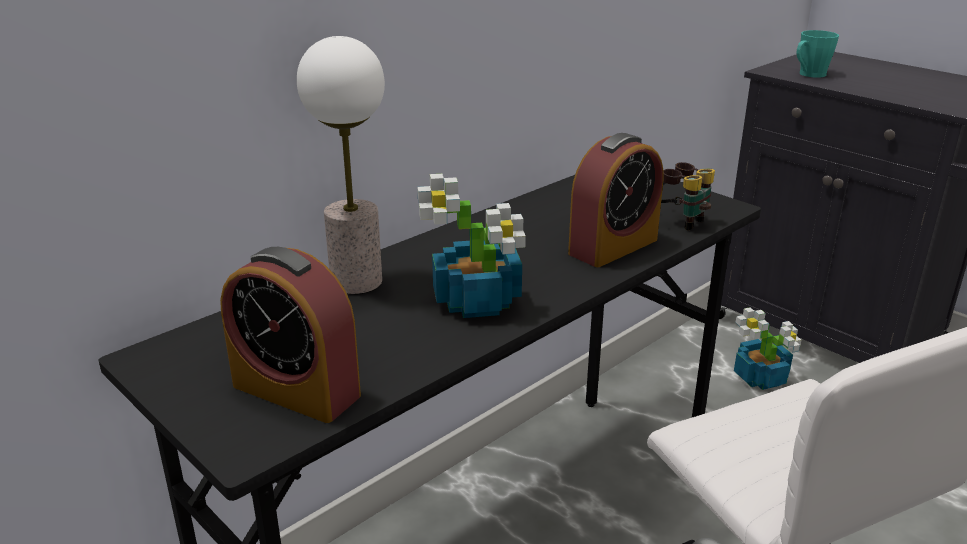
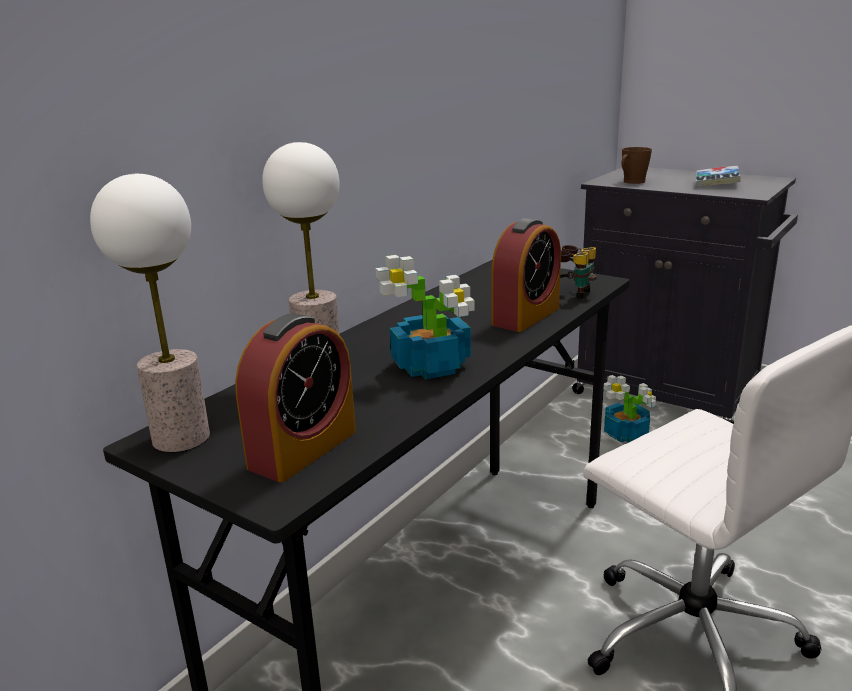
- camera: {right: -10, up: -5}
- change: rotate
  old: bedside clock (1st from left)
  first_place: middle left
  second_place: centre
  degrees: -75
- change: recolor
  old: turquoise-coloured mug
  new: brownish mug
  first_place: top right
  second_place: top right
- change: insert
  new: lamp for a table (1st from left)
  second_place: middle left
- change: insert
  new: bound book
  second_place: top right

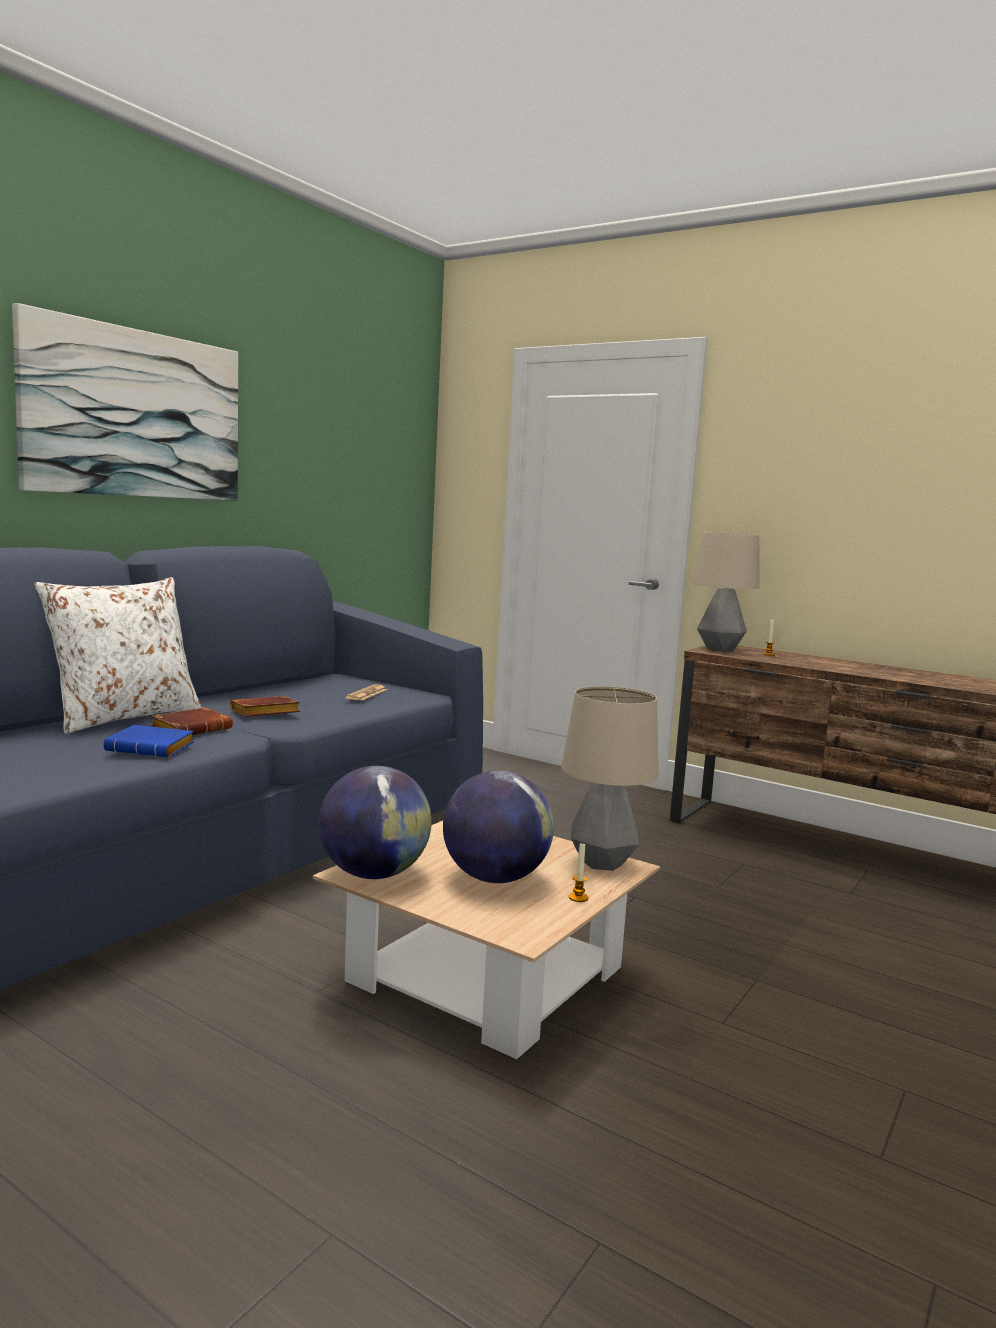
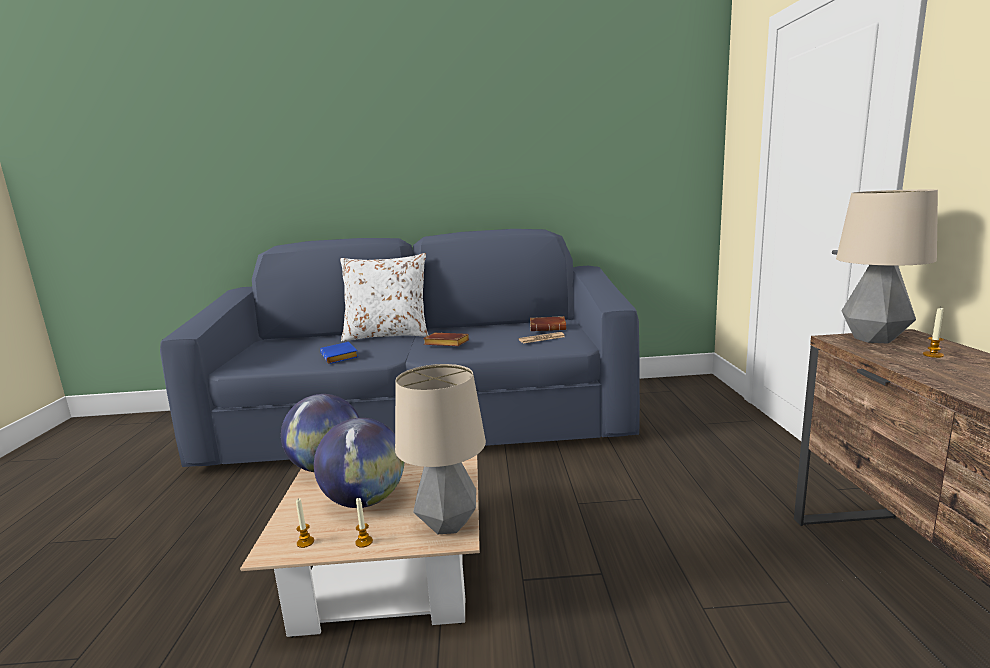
- camera: {right: 55, up: 5}
- change: delete
  old: picture
  first_place: top left
- change: move
  old: brownish bound book (1st from left in the first image)
  new: brownish bound book (2nd from left)
  first_place: middle left
  second_place: centre
- change: insert
  new: wax candle (1st from left)
  second_place: bottom left

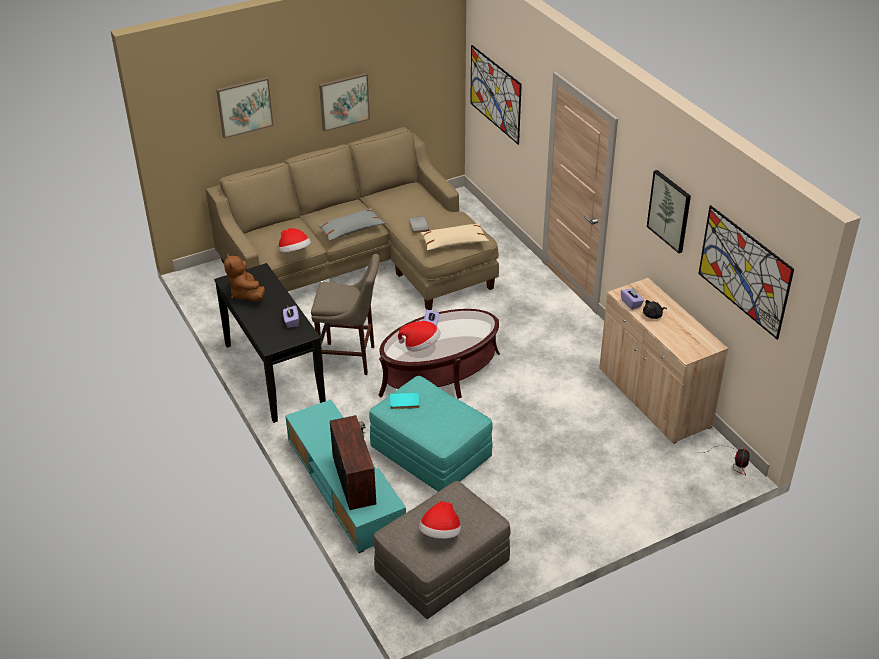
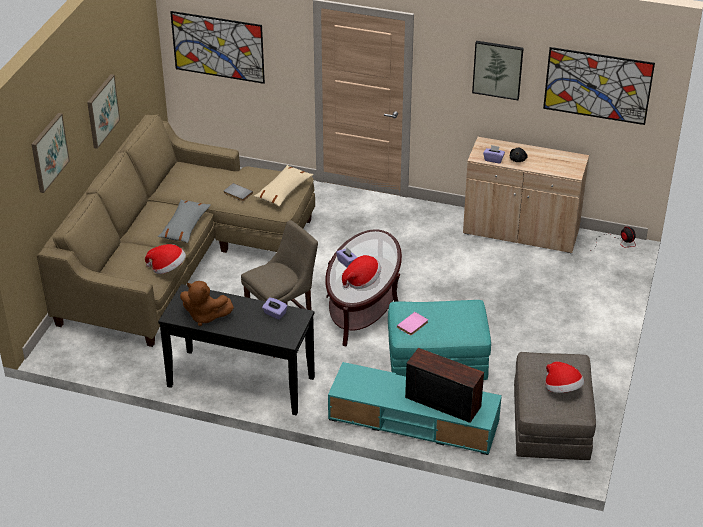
- camera: {right: -45, up: 0}
- change: recolor
  old: turquoise-coloured bound book
  new: pink-coloured bound book
  first_place: centre
  second_place: centre

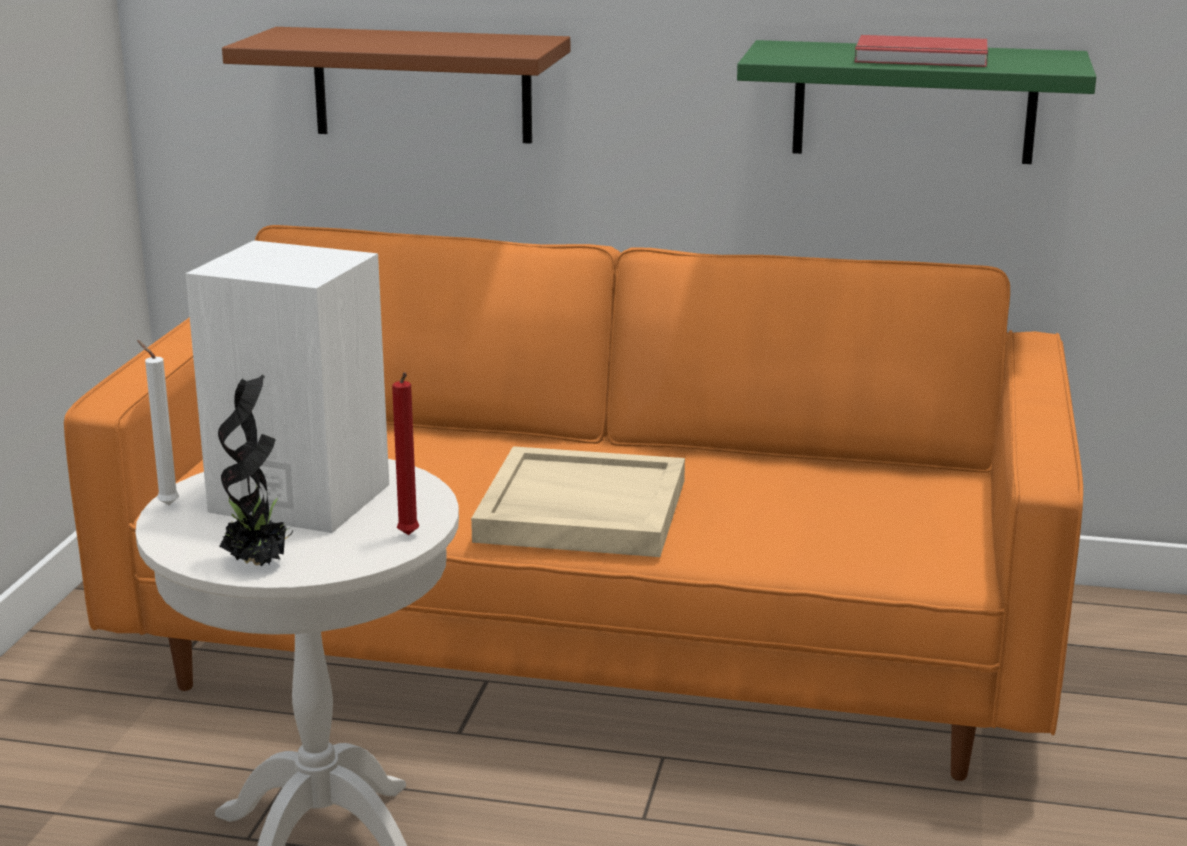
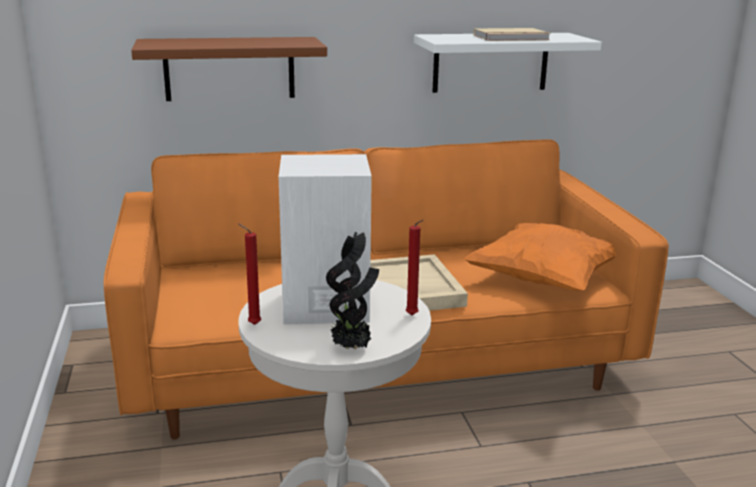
- camera: {right: -25, up: 0}
- change: recolor
  old: white-coloured wax candle
  new: reddish wax candle (1st from left)
  first_place: middle left
  second_place: middle left
- change: recolor
  old: green-coloured bracket shelf
  new: white-coloured bracket shelf
  first_place: top right
  second_place: top right
- change: recolor
  old: reddish bound book
  new: sand-coloured bound book
  first_place: top right
  second_place: top right
- change: insert
  new: orange-coloured pillow
  second_place: middle right

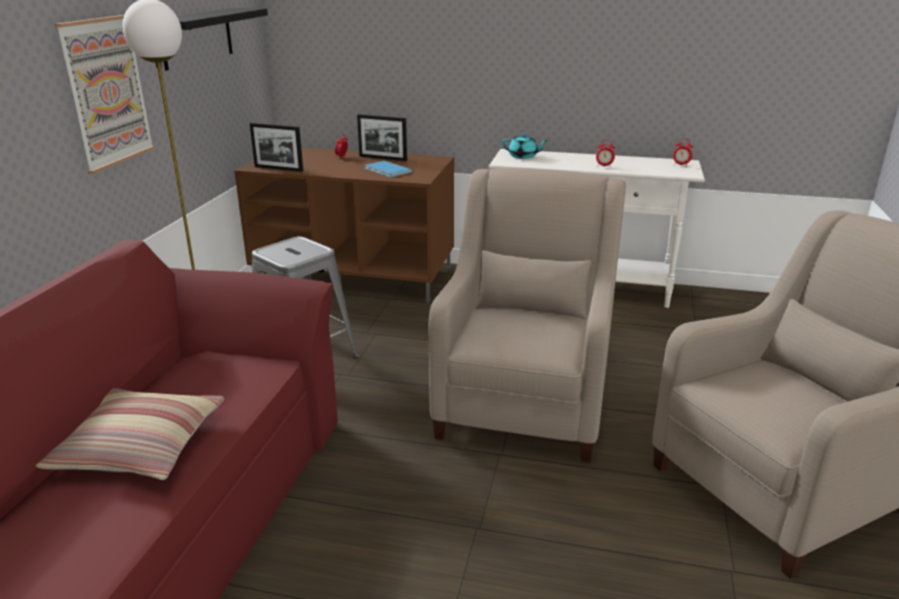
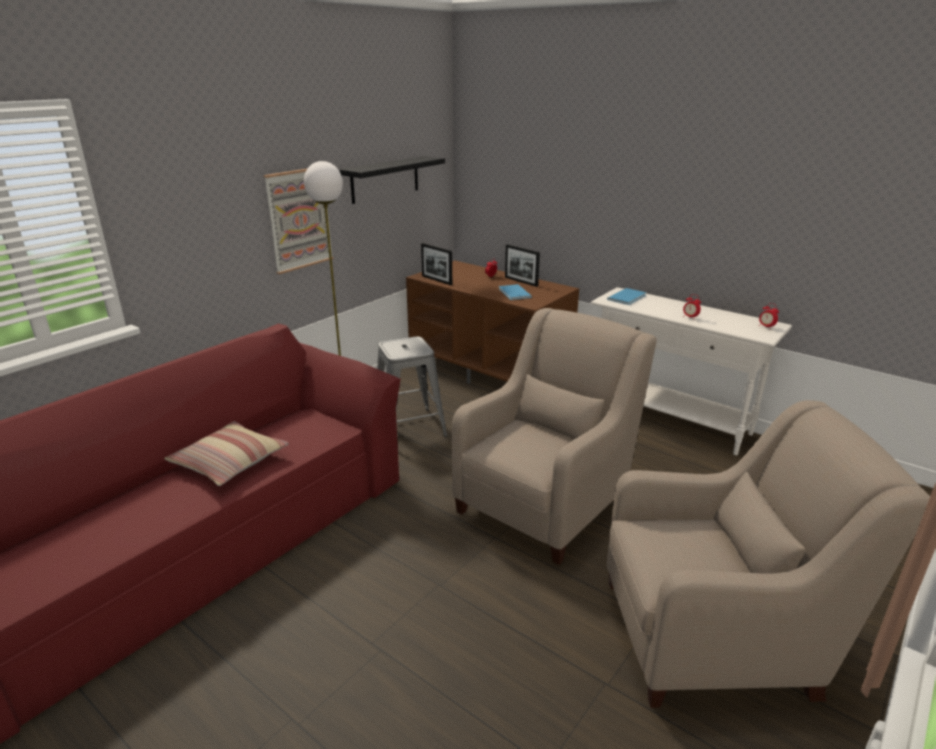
- camera: {right: 25, up: 0}
- change: replace
  old: turquoise-coloured pot for tea
  new: blue bound book (2nd from left)
  first_place: top centre
  second_place: middle right

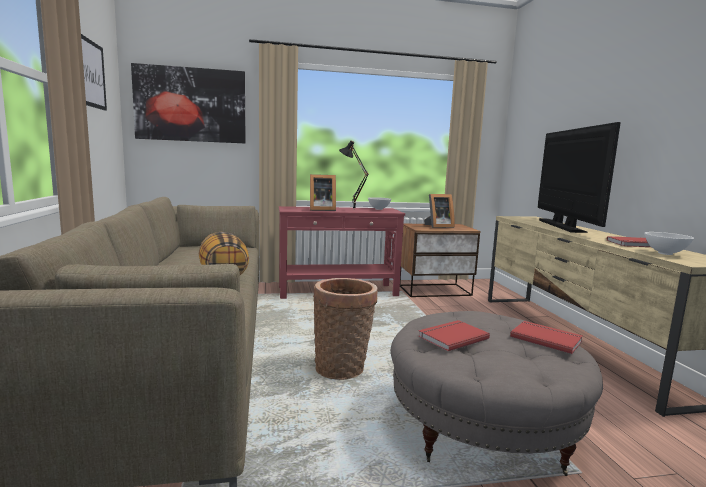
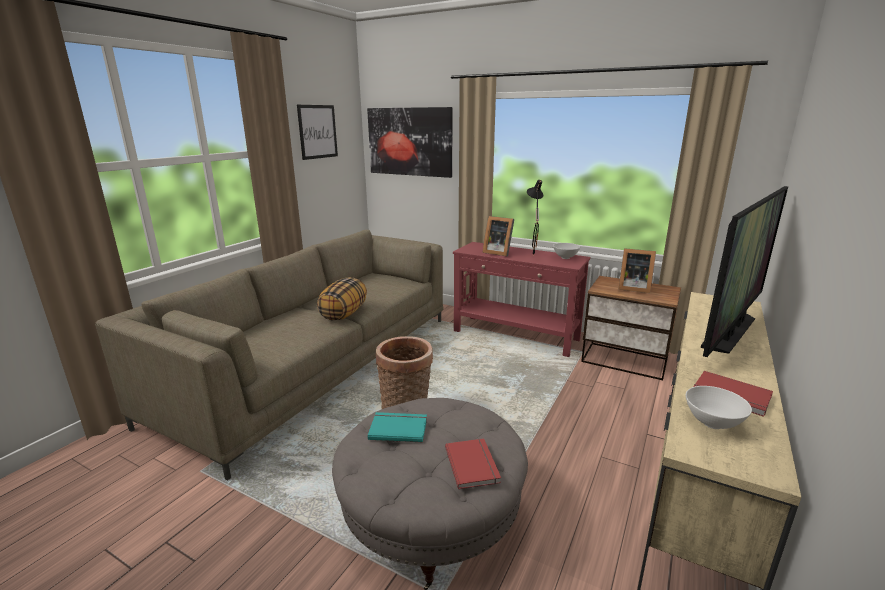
- camera: {right: 40, up: 10}
- change: recolor
  old: reddish bound book (1st from left)
  new: turquoise-coloured bound book
  first_place: bottom centre
  second_place: bottom centre

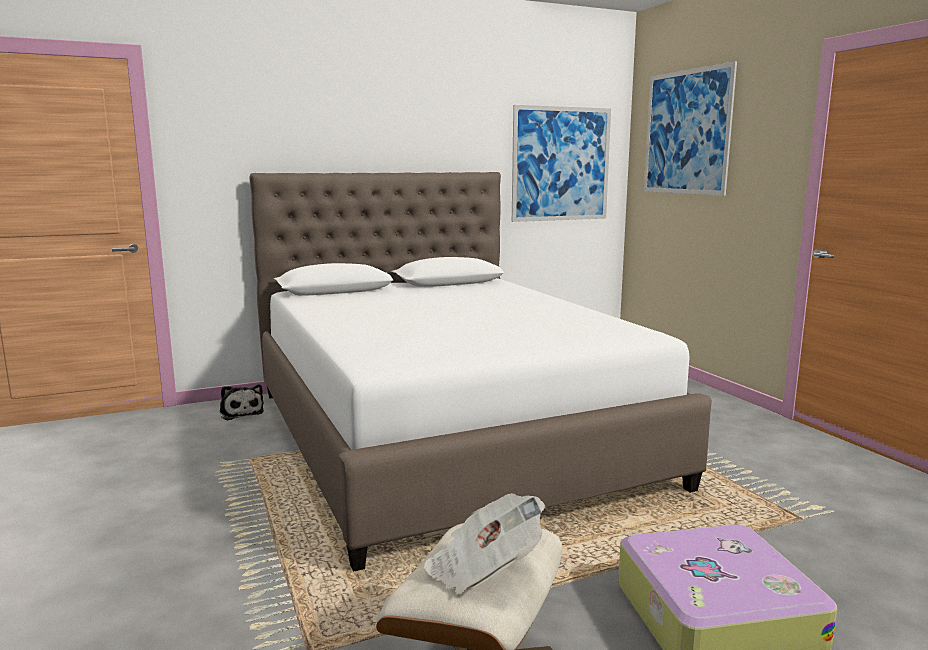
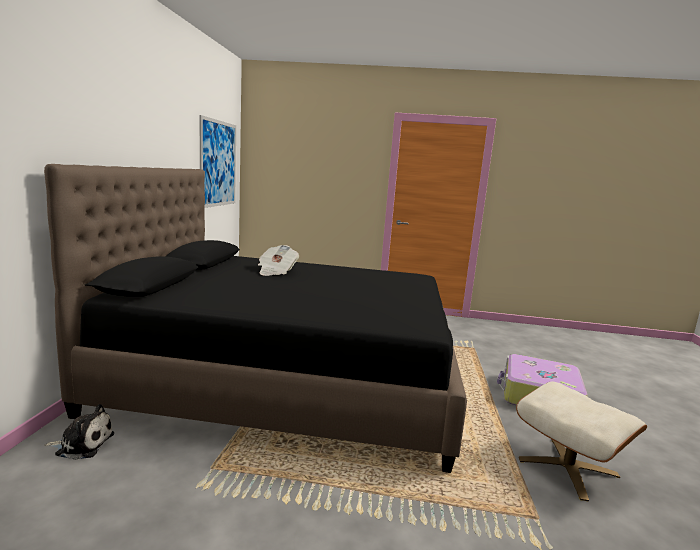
- camera: {right: -60, up: 0}
- change: recolor
  old: white-coloured sleeping bed
  new: black sleeping bed
  first_place: centre
  second_place: centre
- change: move
  old: printed paper
  first_place: bottom centre
  second_place: centre
- change: delete
  old: picture (2nd from left)
  first_place: top right

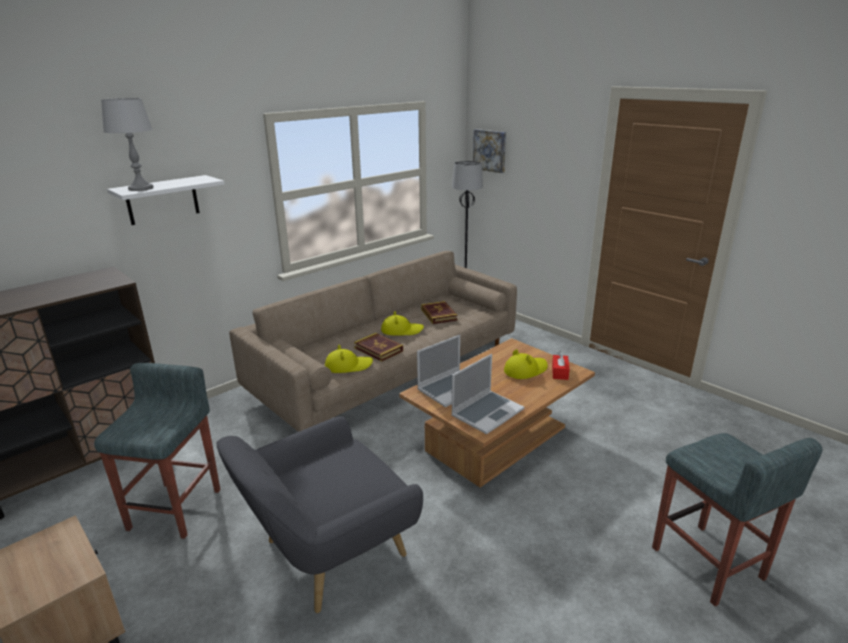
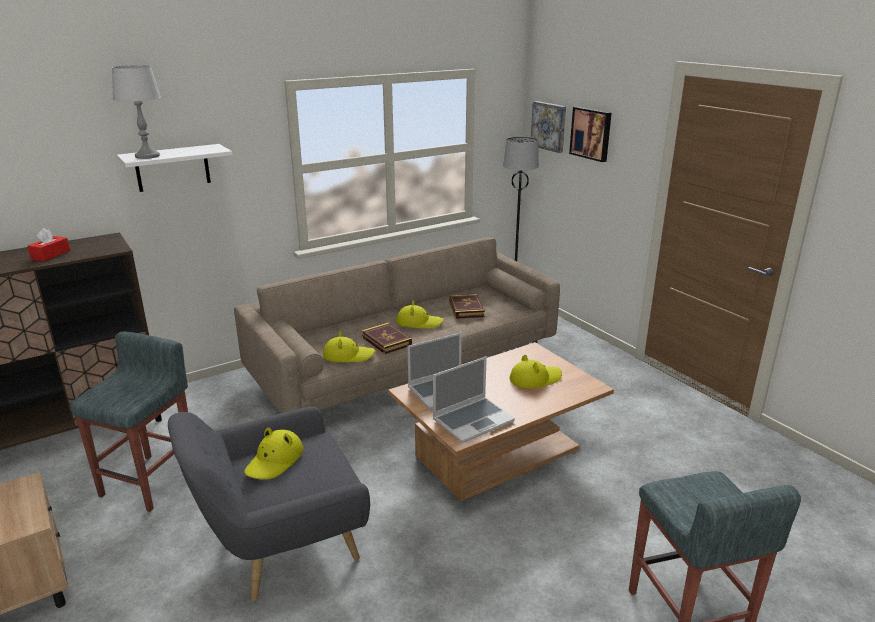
- camera: {right: 10, up: 0}
- change: move
  old: reddish tissue box
  first_place: centre
  second_place: middle left
- change: insert
  new: yellowish wearable hat (1st from left)
  second_place: bottom left
- change: insert
  new: picture (2nd from left)
  second_place: top right

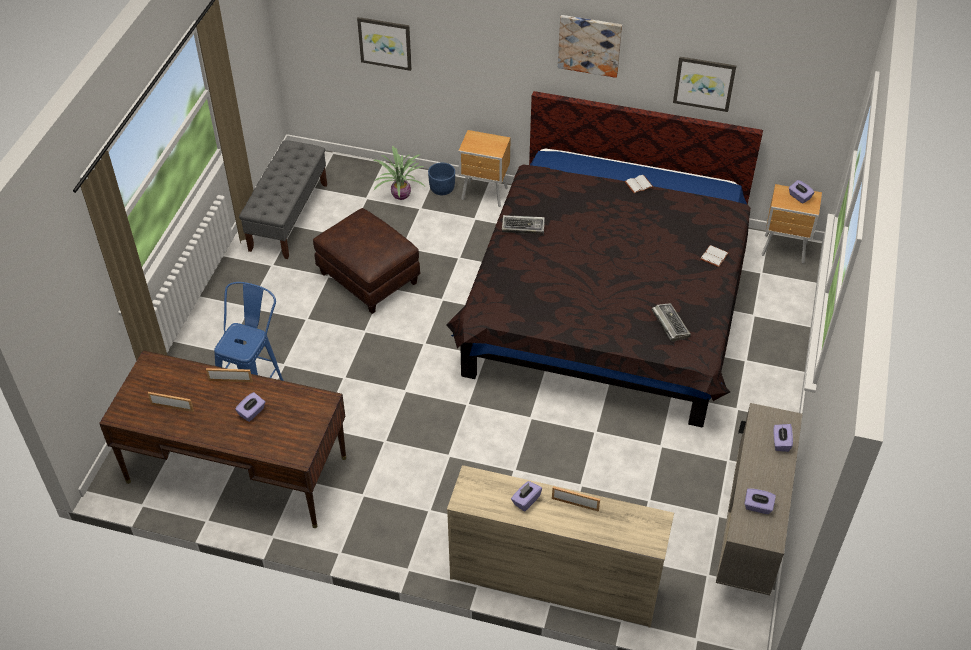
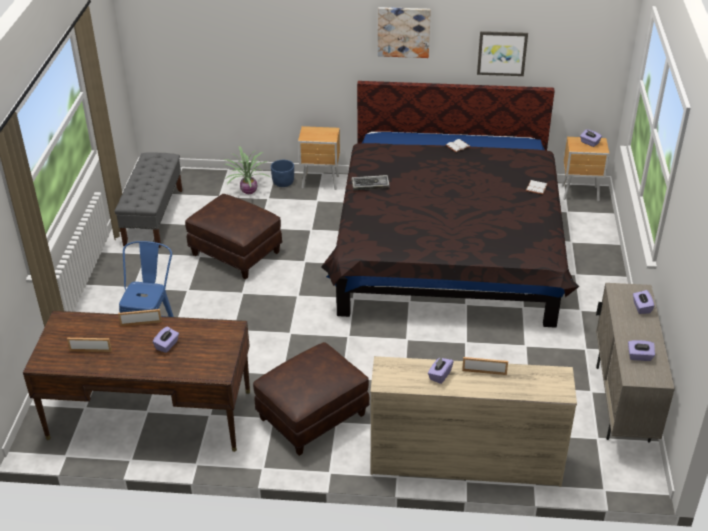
- camera: {right: -10, up: -10}
- change: delete
  old: picture (1st from left)
  first_place: top centre
- change: delete
  old: computer keyboard (2nd from left)
  first_place: middle right
- change: insert
  new: brownish ottoman (2nd from left)
  second_place: bottom centre

